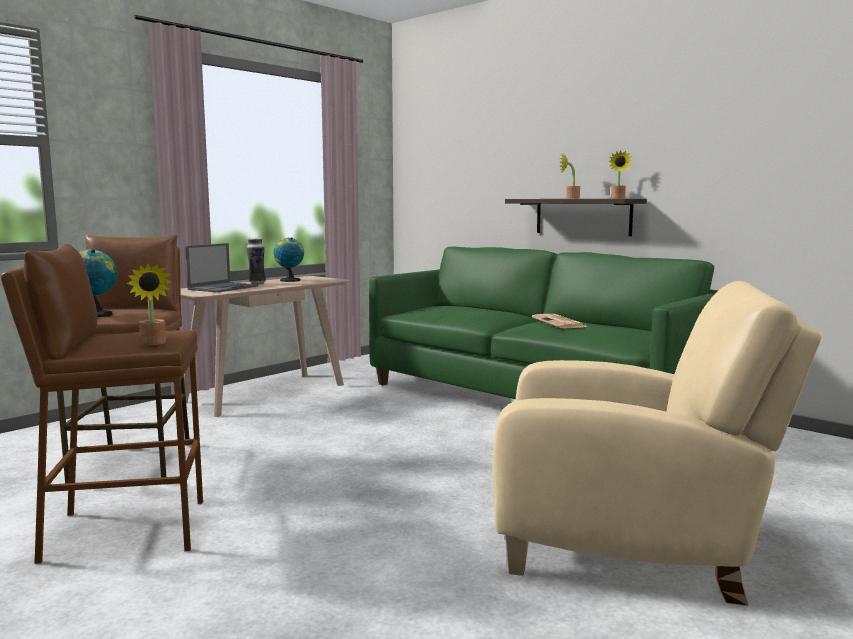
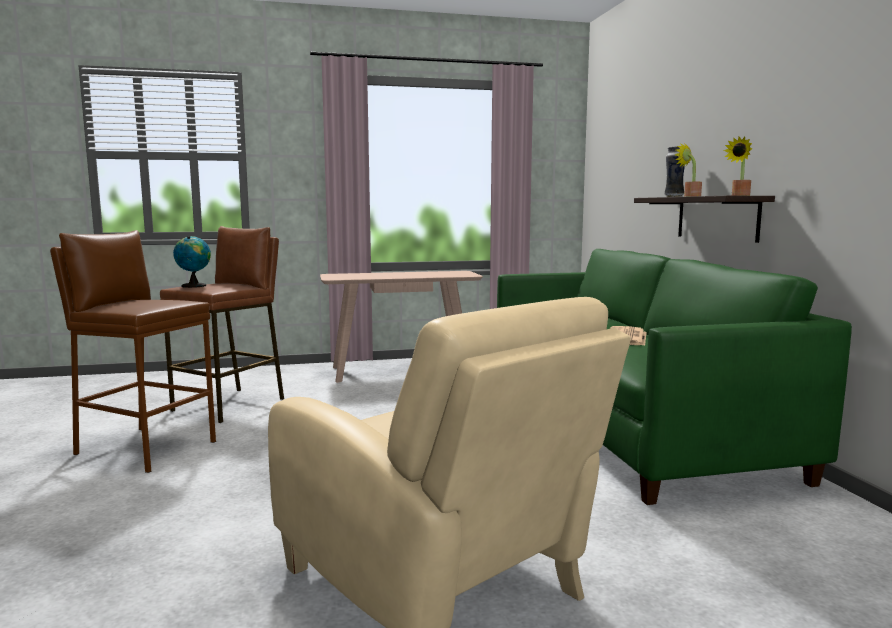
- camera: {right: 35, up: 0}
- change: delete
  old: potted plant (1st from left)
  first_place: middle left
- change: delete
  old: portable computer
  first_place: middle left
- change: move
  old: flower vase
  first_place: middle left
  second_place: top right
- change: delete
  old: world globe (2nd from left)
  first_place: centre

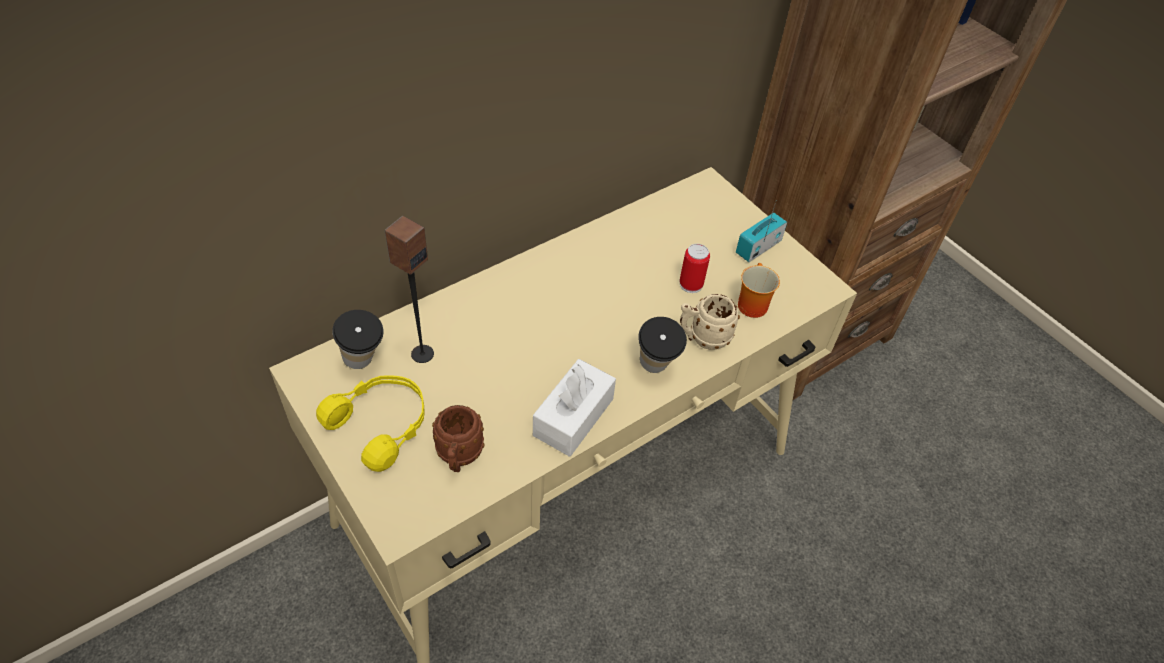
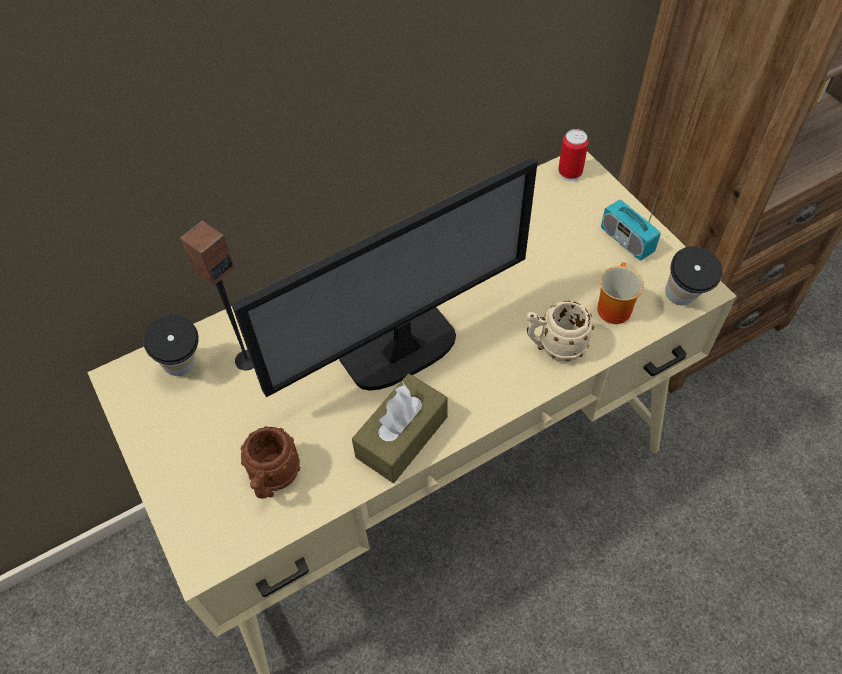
- camera: {right: 10, up: 5}
- change: delete
  old: yellowish headphones
  first_place: middle left
- change: recolor
  old: white-coloured tissue box
  new: brownish tissue box
  first_place: centre
  second_place: centre
- change: move
  old: cup (2nd from left)
  first_place: centre
  second_place: middle right
- change: move
  old: sealed can
  first_place: centre
  second_place: top right
- change: rotate
  old: radio receiver
  first_place: centre
  second_place: top right
  degrees: -90
- change: insert
  new: computer screen
  second_place: centre

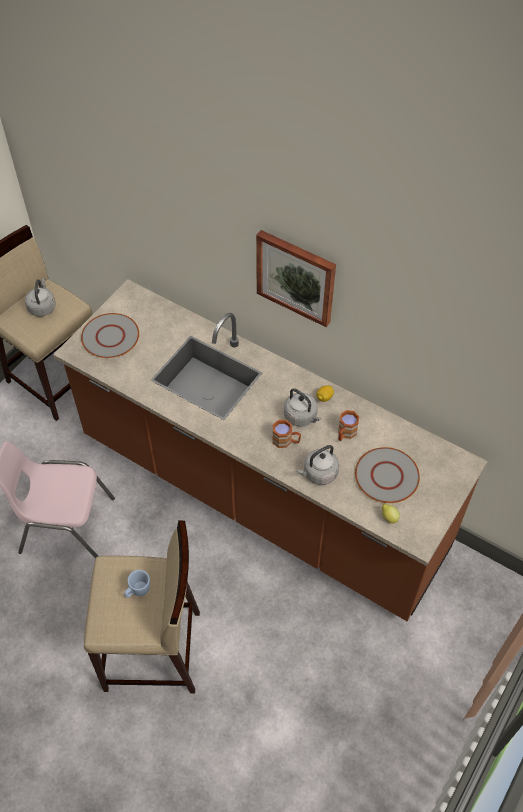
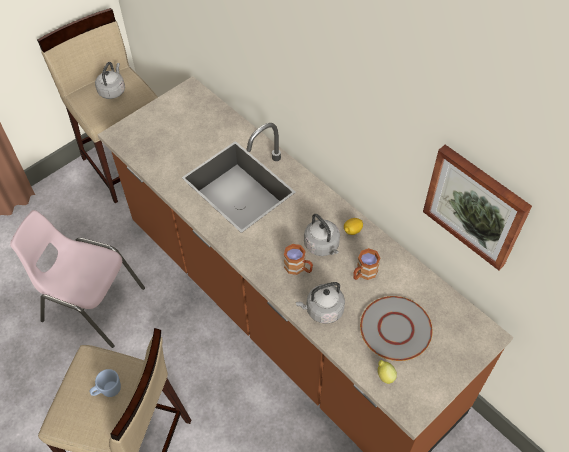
- camera: {right: 15, up: 0}
- change: delete
  old: greyish flat dish (1st from left)
  first_place: middle left
- change: move
  old: picture
  first_place: centre
  second_place: middle right

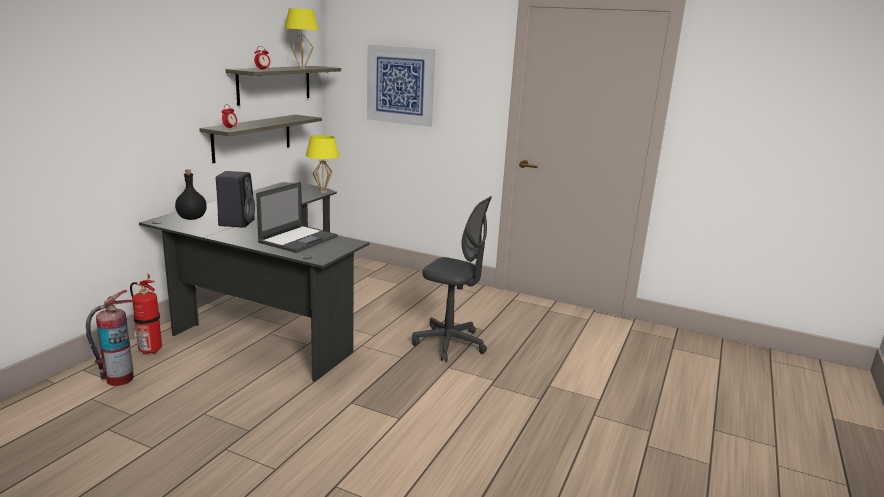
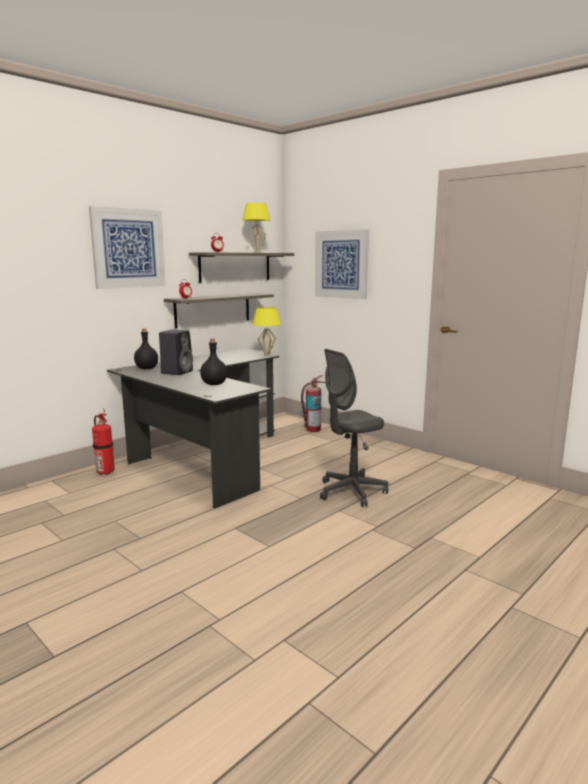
- camera: {right: 20, up: -5}
- change: move
  old: fire extinguisher (1st from left in the first image)
  new: fire extinguisher (2nd from left)
  first_place: bottom left
  second_place: centre
- change: replace
  old: portable computer
  new: black beverage bottle (2nd from left)
  first_place: centre
  second_place: centre
- change: rotate
  old: greyish office chair
  first_place: centre
  second_place: centre
  degrees: 105
- change: insert
  new: picture (1st from left)
  second_place: top left

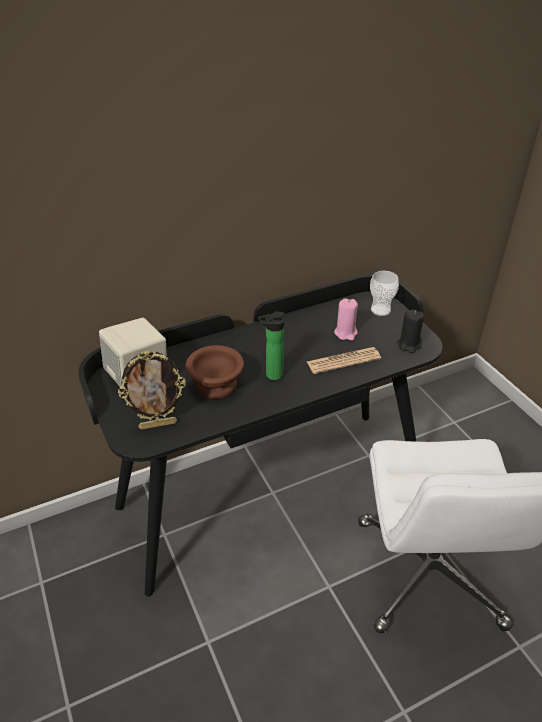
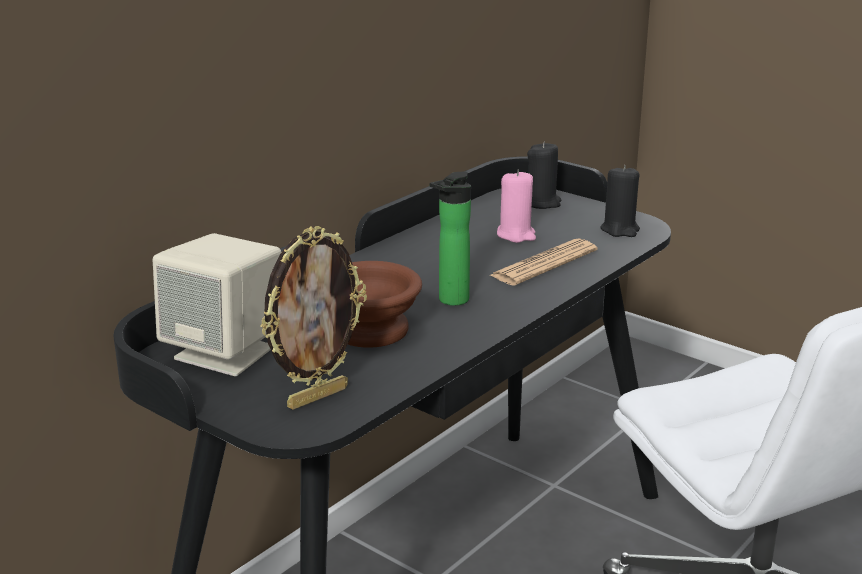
- camera: {right: -25, up: -15}
- change: replace
  old: cup
  new: black wax candle (1st from left)
  first_place: middle right
  second_place: top centre

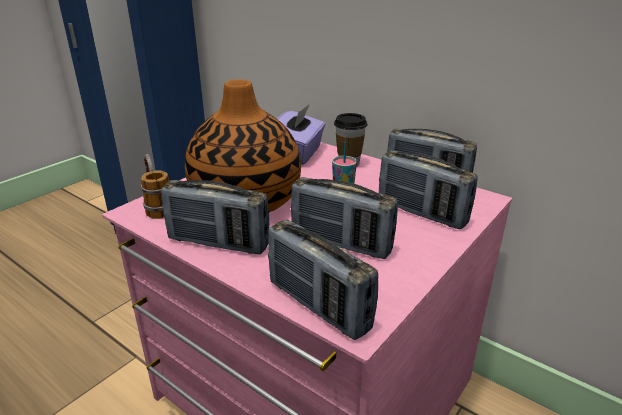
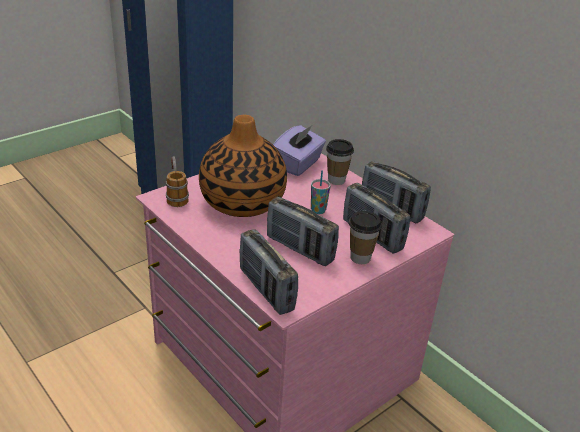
- camera: {right: 10, up: 5}
- change: delete
  old: radio receiver (1st from left)
  first_place: centre
- change: insert
  new: cup (3rd from left)
  second_place: centre

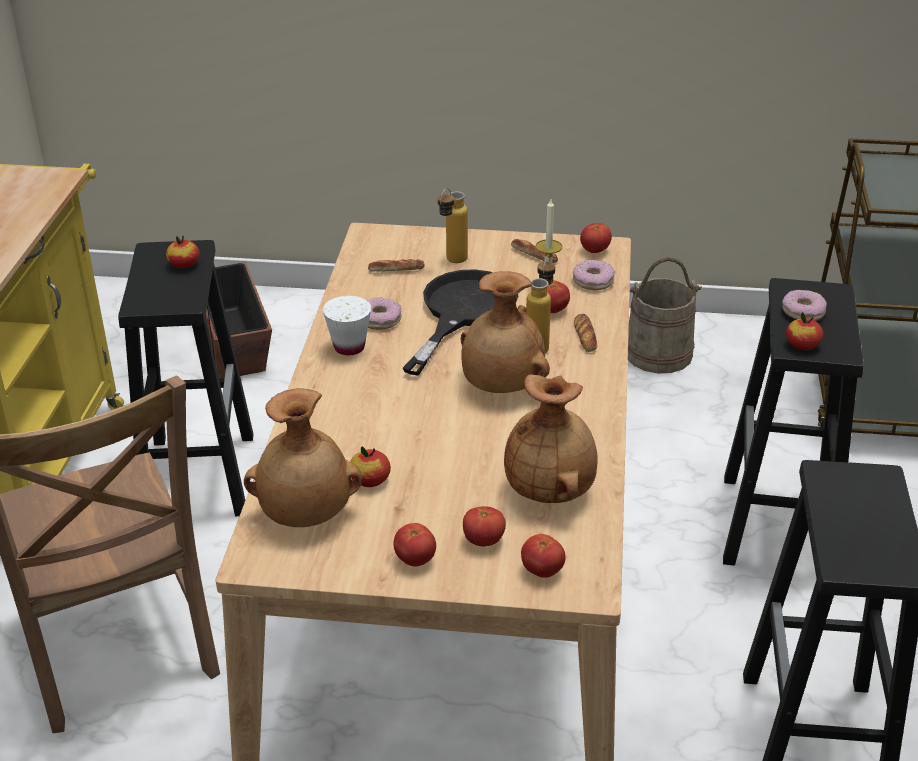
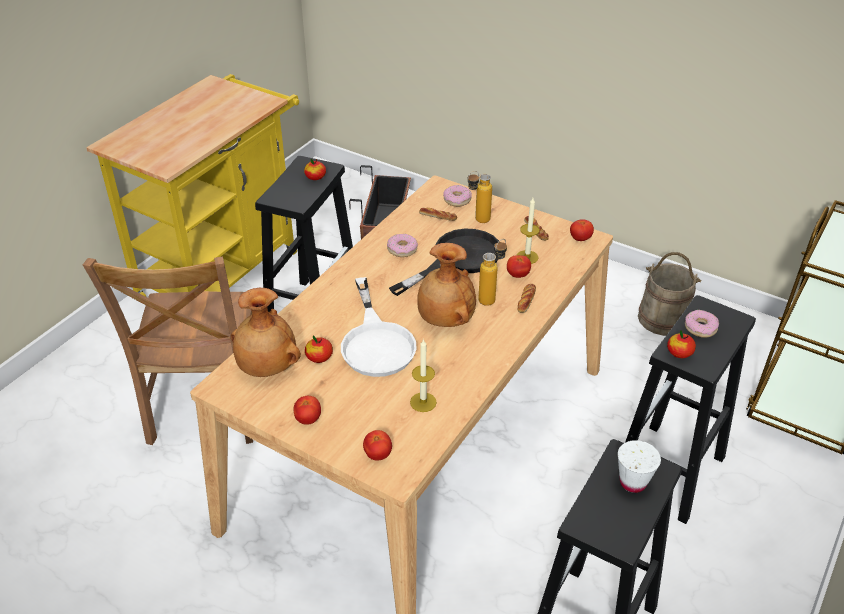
- camera: {right: 25, up: 5}
- change: move
  old: white-coloured cup
  first_place: centre
  second_place: bottom right
- change: delete
  old: whole tomato (2nd from left)
  first_place: bottom centre
- change: replace
  old: brownish flower vase (3rd from left)
  new: wax candle (1st from left)
  first_place: centre
  second_place: centre
- change: move
  old: ring doughnut (2nd from left)
  first_place: centre
  second_place: top centre
- change: insert
  new: white-coloured pan
  second_place: centre

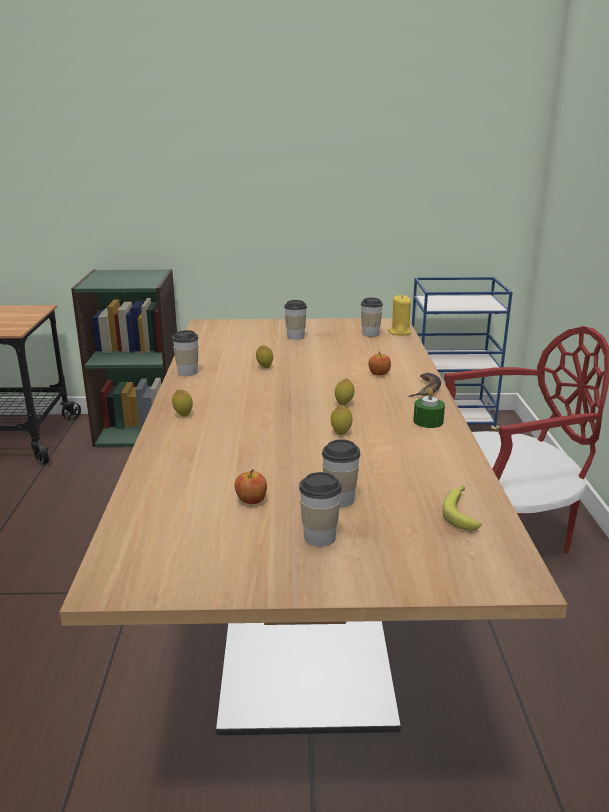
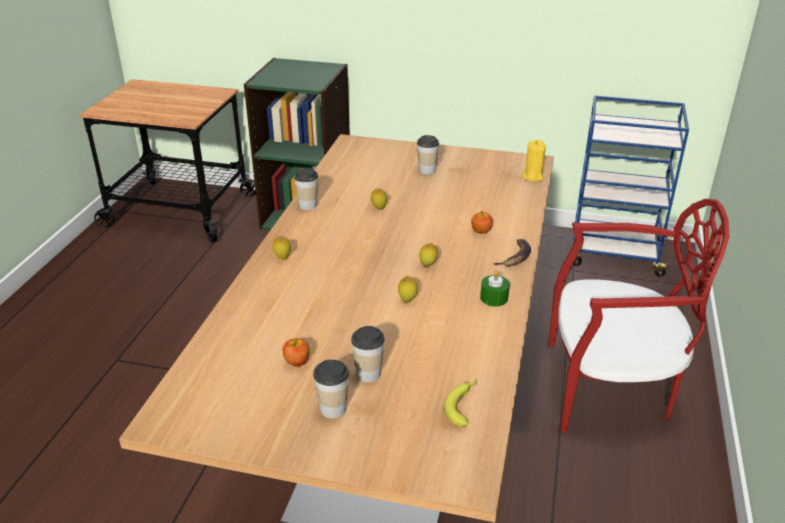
- camera: {right: 15, up: 10}
- change: delete
  old: cup (5th from left)
  first_place: centre

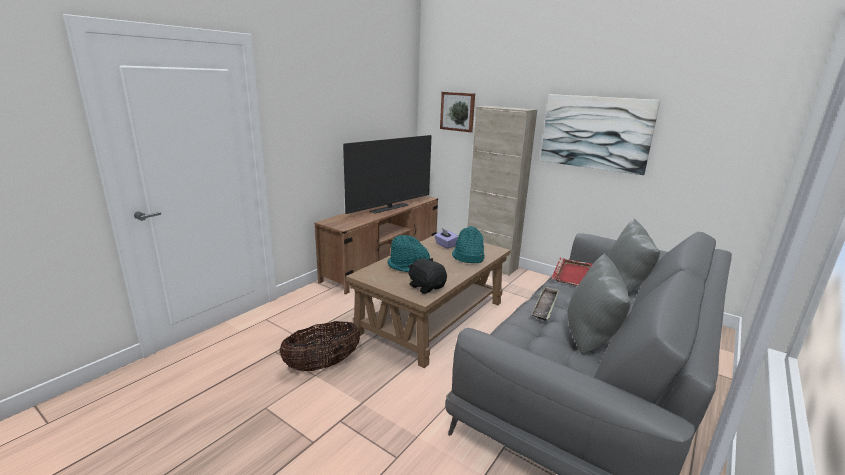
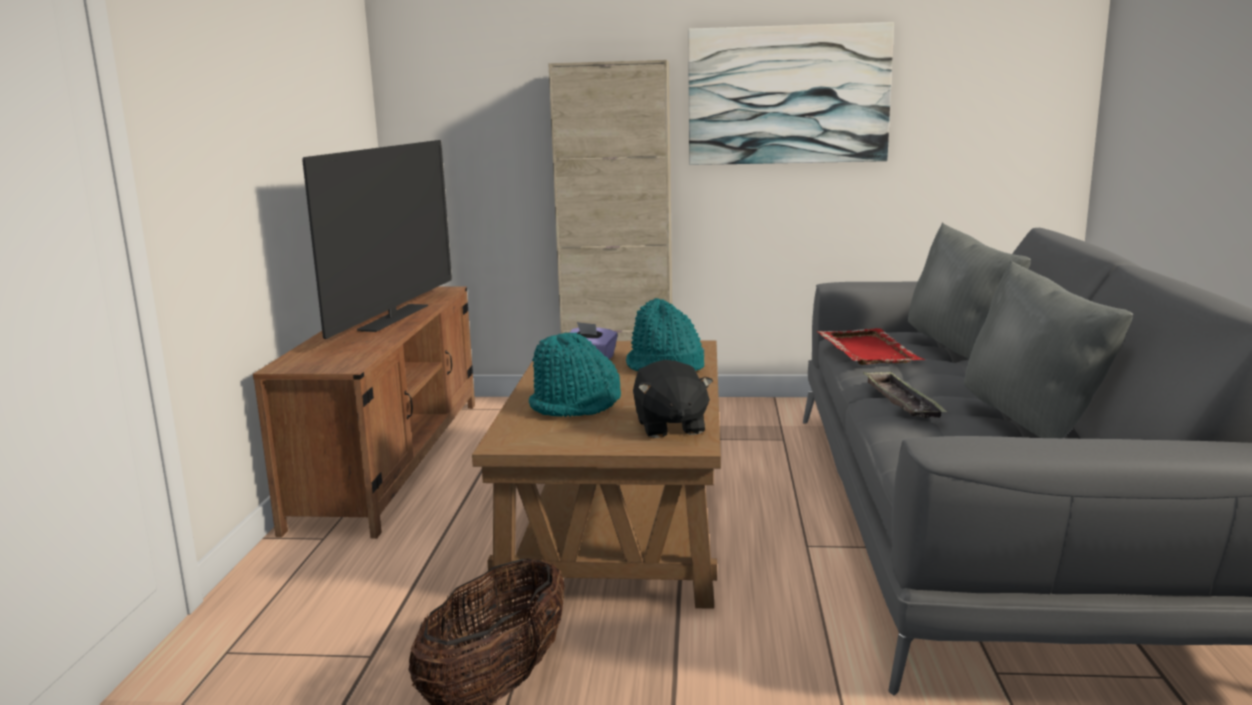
- camera: {right: -30, up: -5}
- change: rotate
  old: black cuddly toy
  first_place: centre
  second_place: centre
  degrees: -120
- change: delete
  old: picture (1st from left)
  first_place: top centre

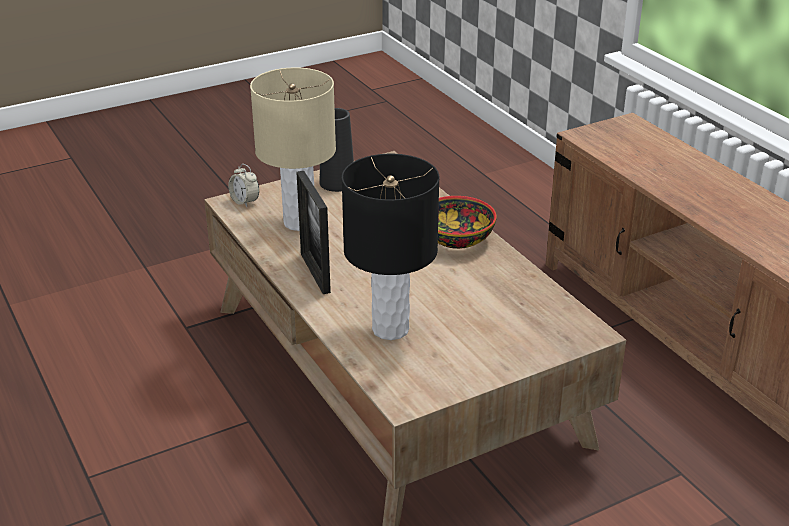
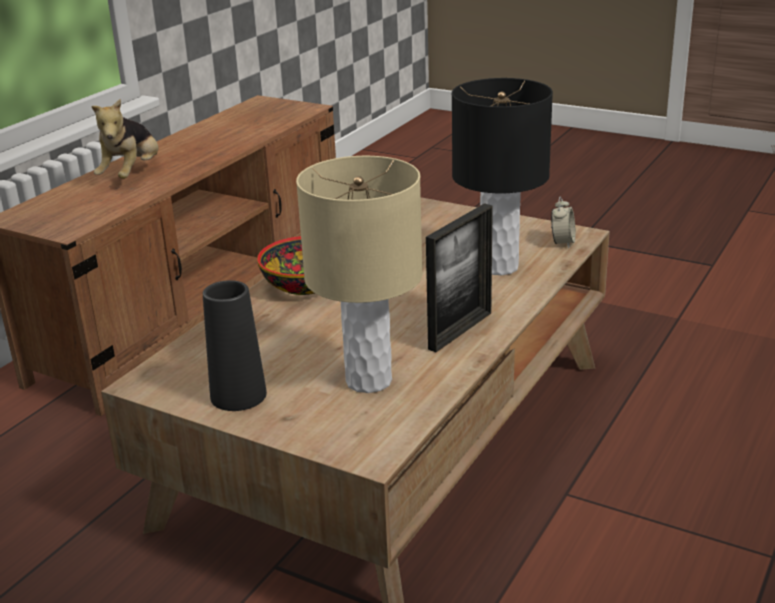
- camera: {right: -120, up: -5}
- change: move
  old: bedside clock
  first_place: middle left
  second_place: middle right
- change: insert
  new: cuddly toy
  second_place: top left

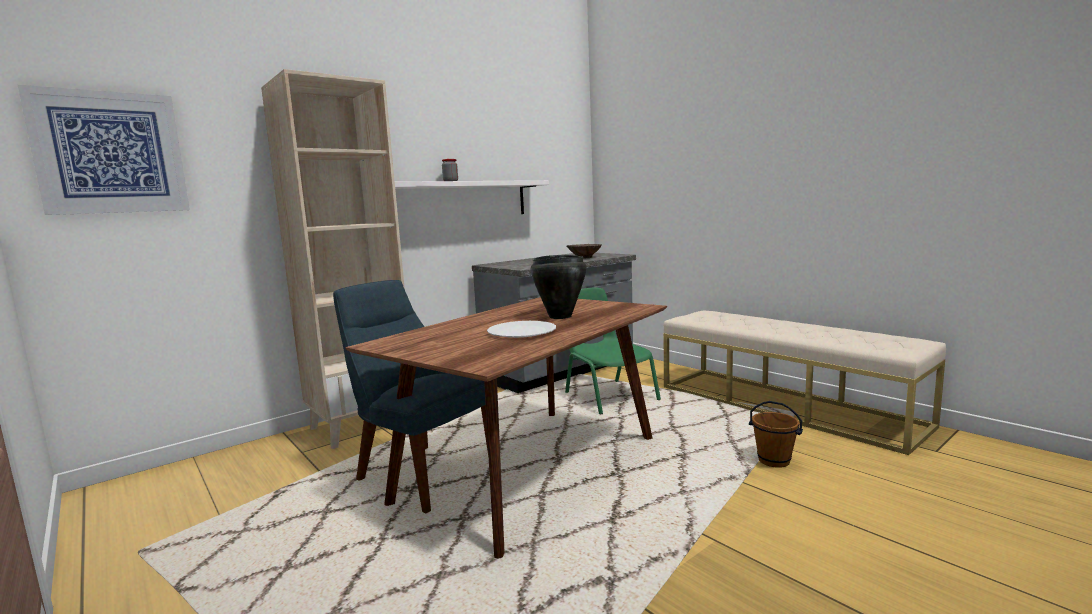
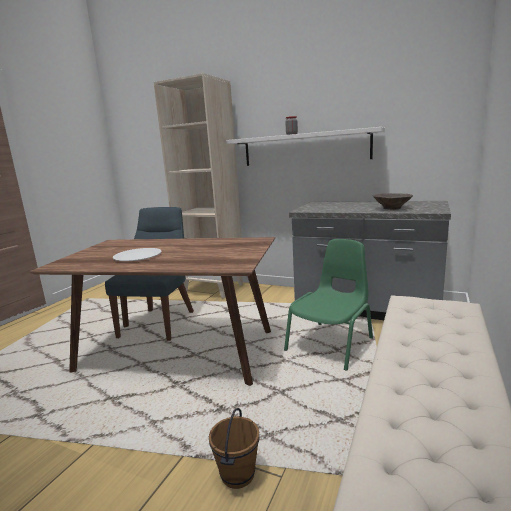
- camera: {right: 65, up: 5}
- change: delete
  old: picture
  first_place: top left
- change: delete
  old: black stockpot
  first_place: centre

